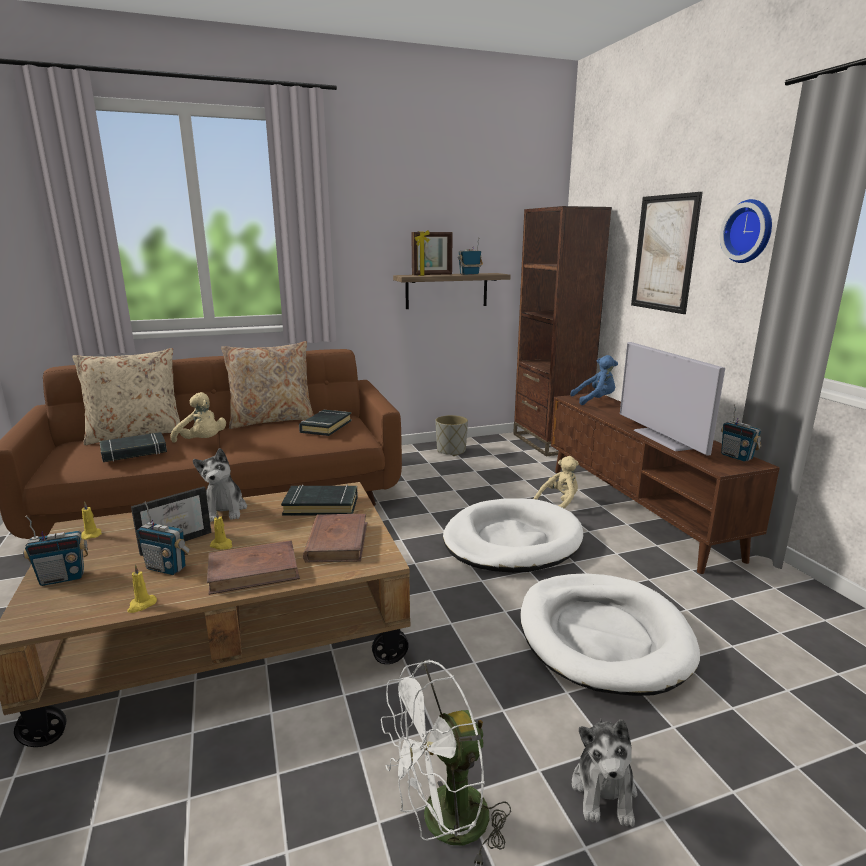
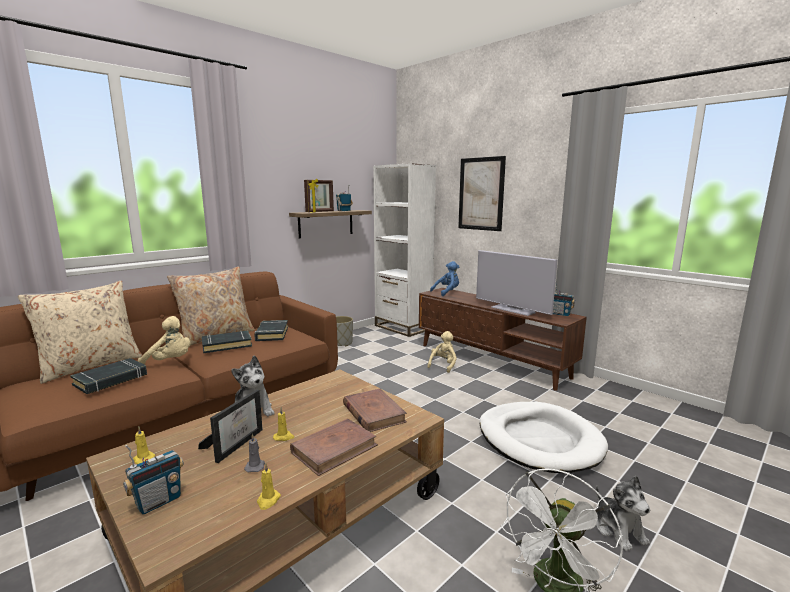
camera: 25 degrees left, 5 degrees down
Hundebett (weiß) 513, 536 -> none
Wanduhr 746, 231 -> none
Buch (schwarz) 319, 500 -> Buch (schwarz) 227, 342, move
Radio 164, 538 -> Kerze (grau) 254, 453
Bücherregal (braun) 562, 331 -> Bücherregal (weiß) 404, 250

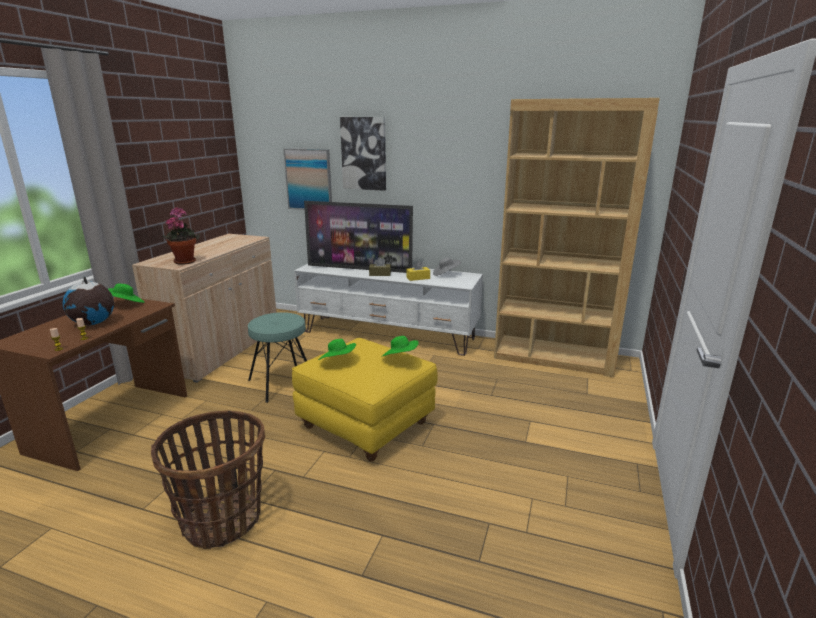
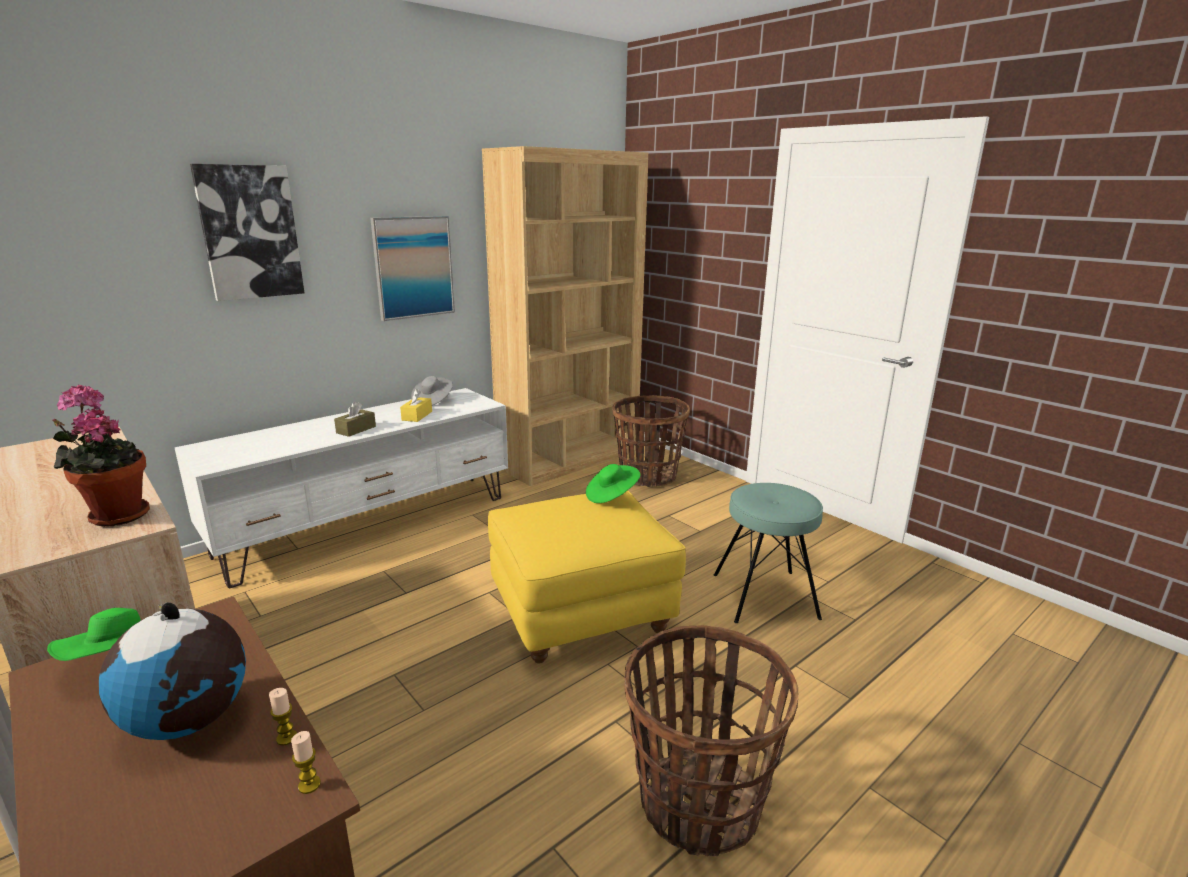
camera: 60 degrees left, 0 degrees up
Fernseher 358, 237 -> none
Hut (grün) 337, 349 -> none
none -> Korb 651, 441
Hocker (türkis) 277, 357 -> Hocker (türkis) 768, 553, move
Bild 307, 179 -> Bild 412, 268, move

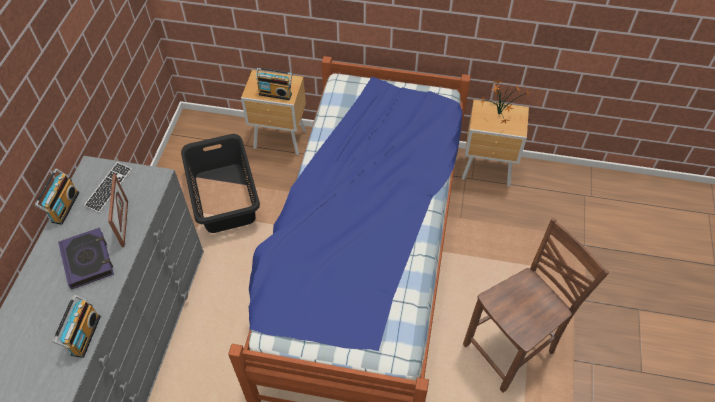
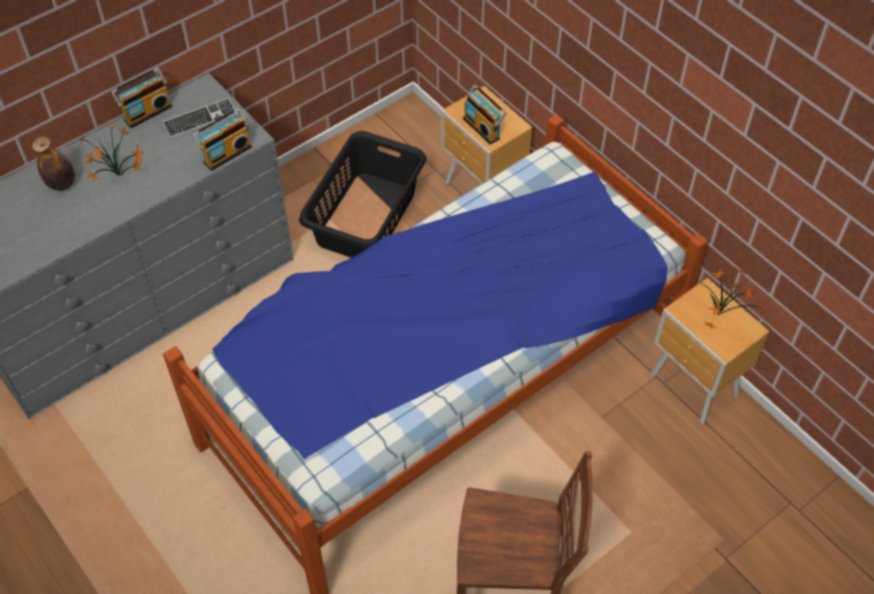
camera: 40 degrees right, 0 degrees up
Bilderrahmen 118, 210 -> none
none -> Flasche 53, 164
Radio 77, 326 -> Radio 222, 139, move
Buch 86, 259 -> Topfpflanze 112, 152

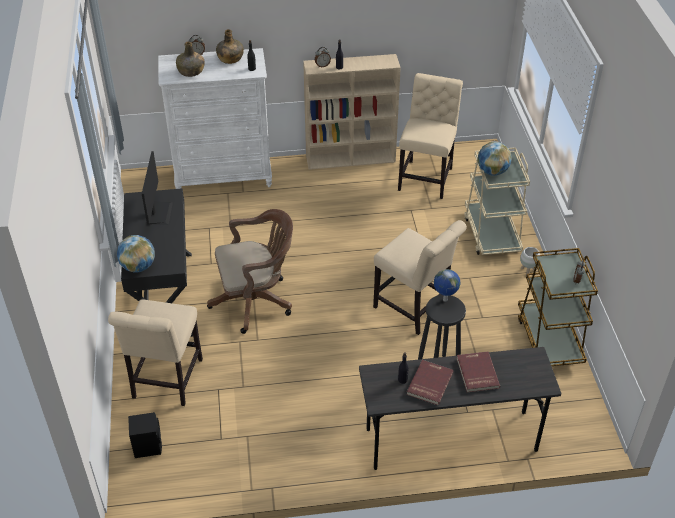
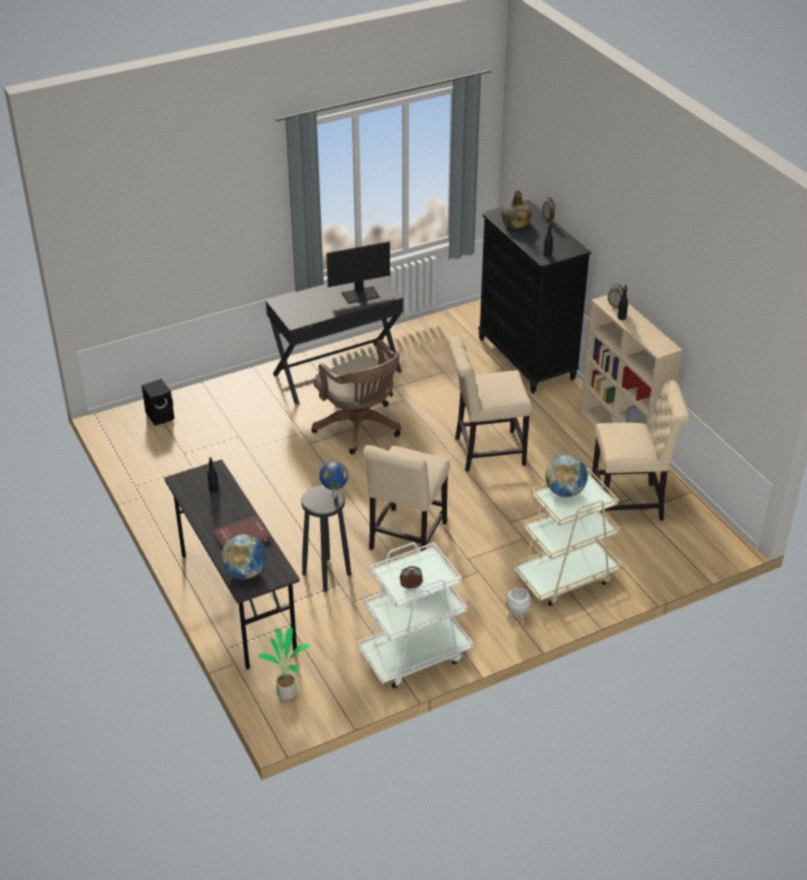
camera: 70 degrees right, 5 degrees down
Flasche (grün) 230, 46 -> none
Buch (rot) 430, 382 -> none
none -> Topfpflanze 284, 663
Stuhl (beige) 155, 352 -> Stuhl (beige) 490, 404, move
Globus 136, 254 -> Globus 243, 556, move
Kommode (weiß) 215, 118 -> Kommode (schwarz) 534, 297
Rollwagen (braun) 558, 307 -> Rollwagen (weiß) 415, 615

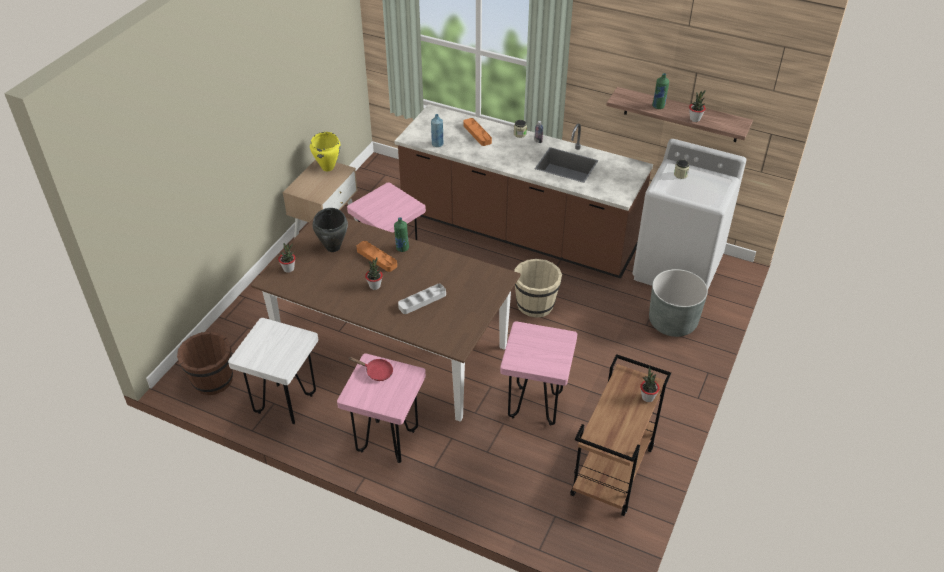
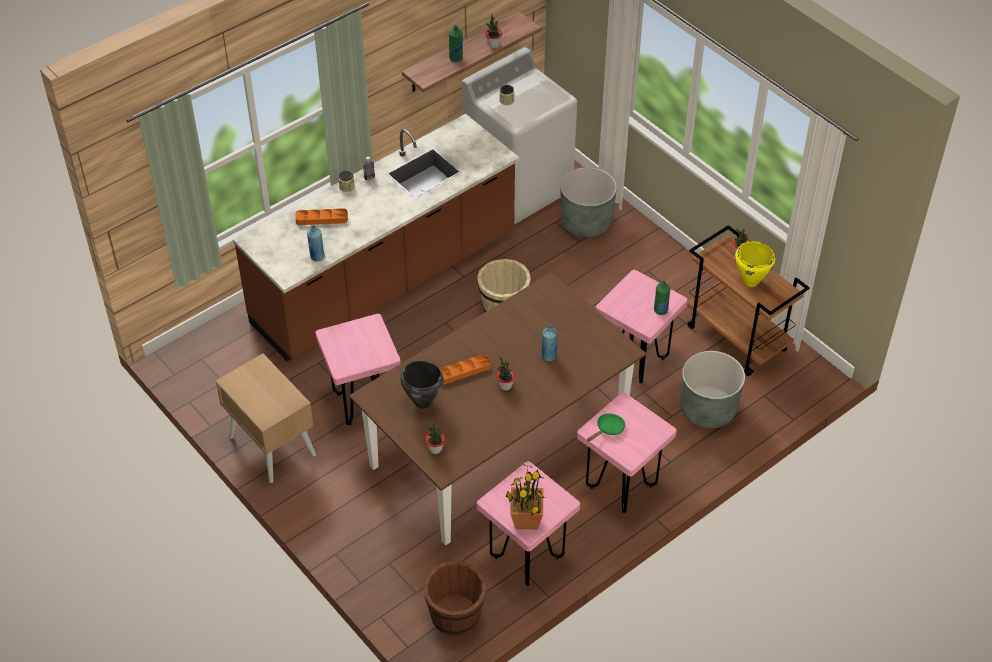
camera: 65 degrees left, 5 degrees up
none -> Topfpflanze 525, 497
none -> Pflanzkübel (grau) 712, 389
Kochtopf (gelb) 325, 151 -> Kochtopf (gelb) 755, 264, move
Flasche (grün) 401, 234 -> Flasche (grün) 662, 297, move
Tablett (grau) 422, 299 -> Flasche (blau) 549, 343
Hocker (weiß) 273, 371 -> Hocker (rosa) 528, 523
Pfanne (rot) 371, 369 -> Pfanne (grün) 606, 427

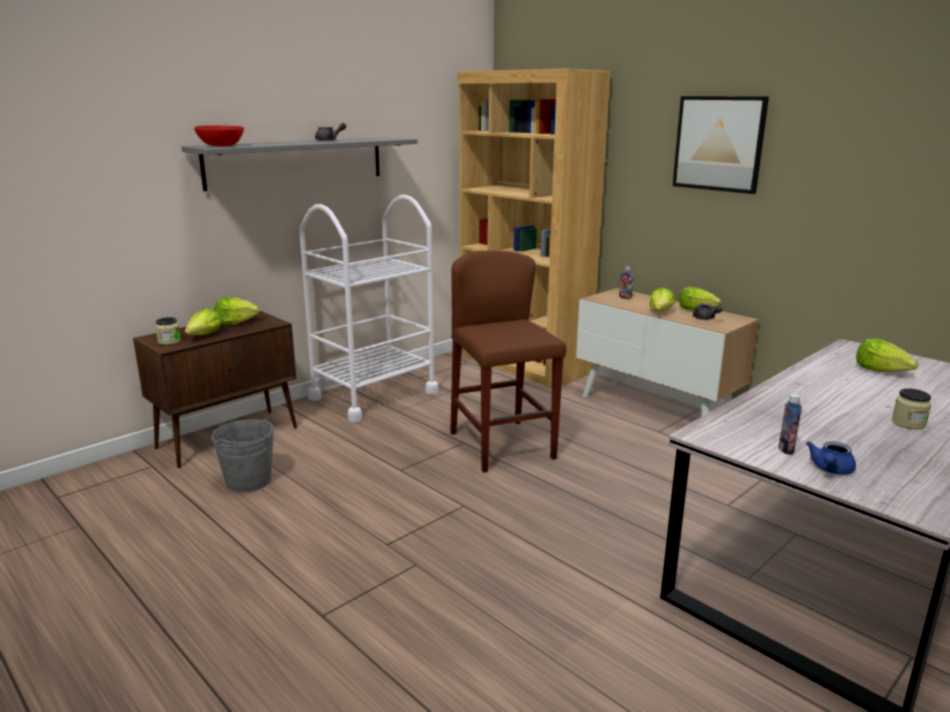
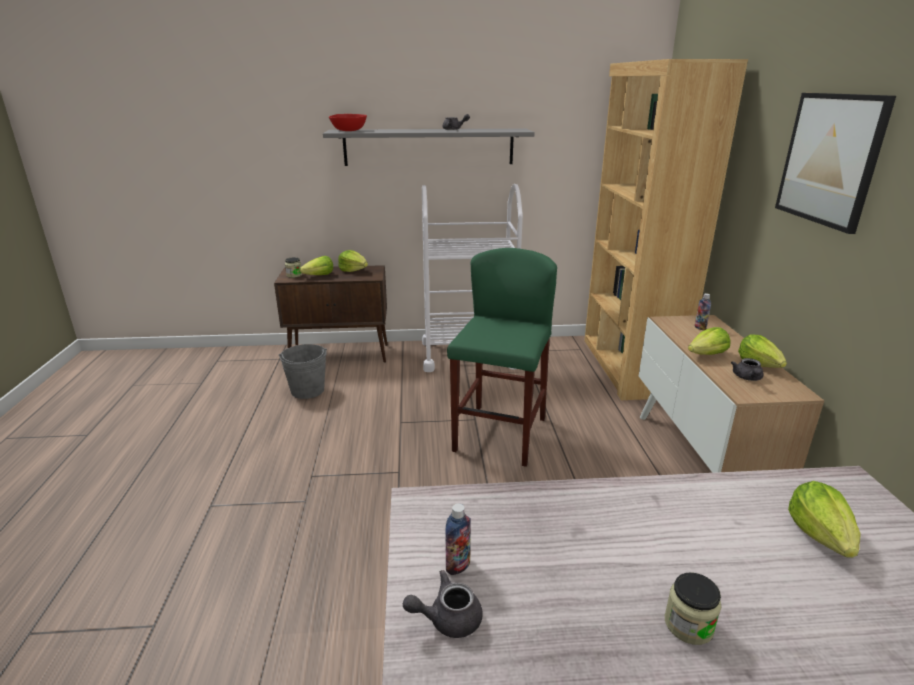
camera: 40 degrees right, 5 degrees up
Hocker (braun) 508, 361 -> Hocker (grün) 502, 357
Teekanne (blau) 831, 458 -> Teekanne (grau) 443, 604

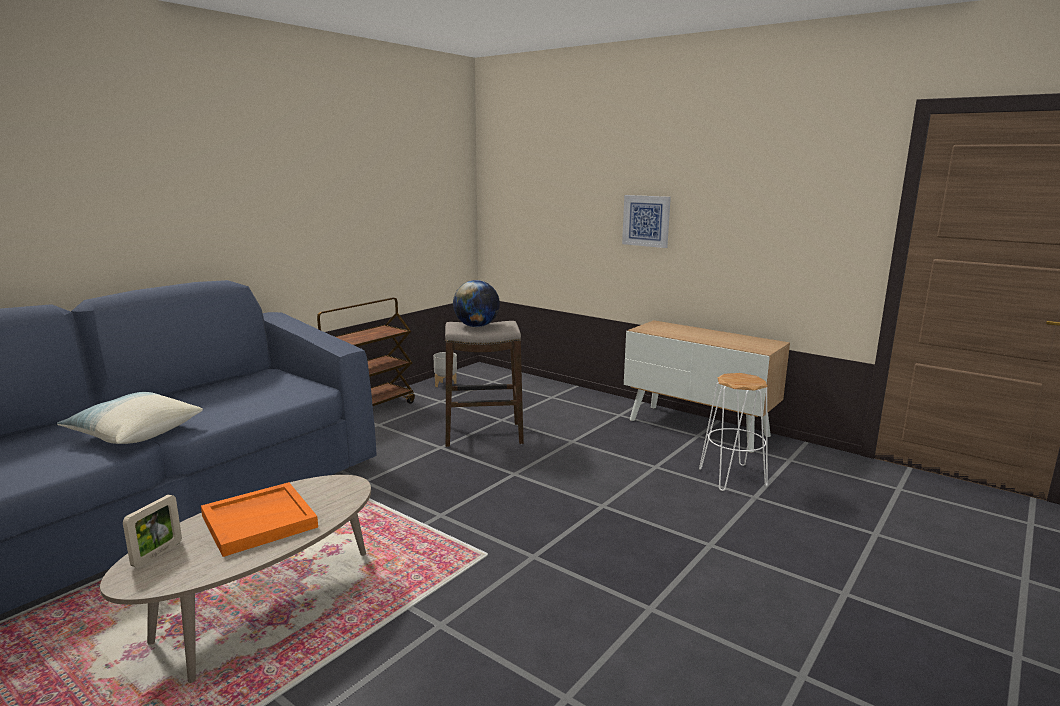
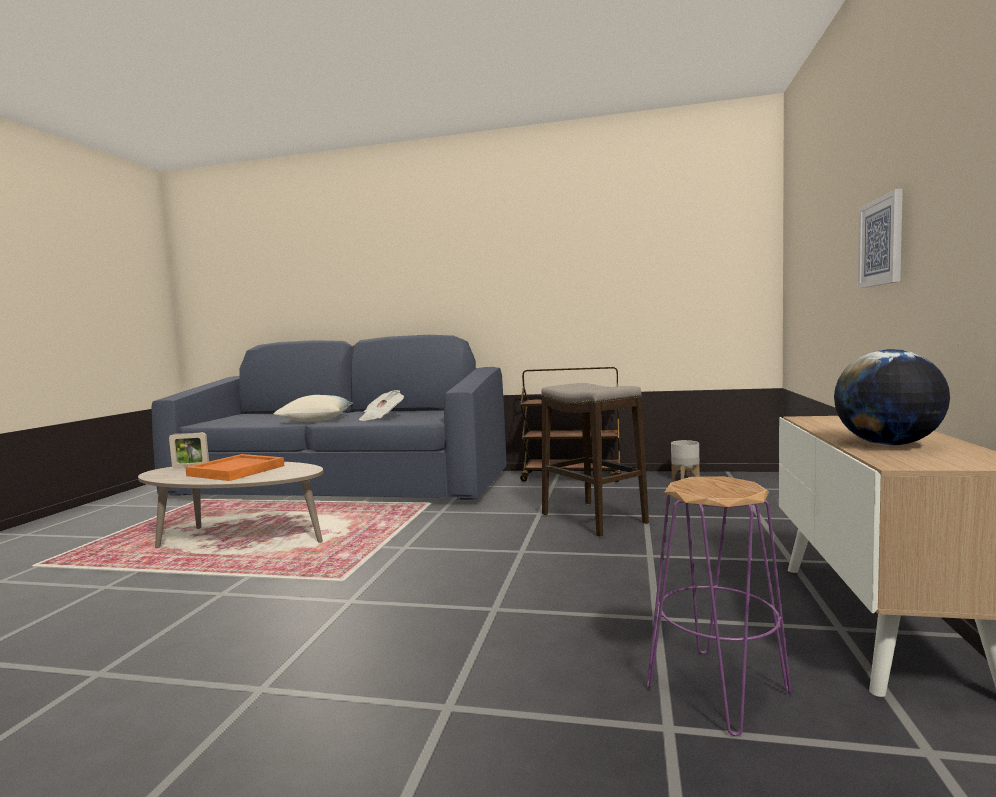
camera: 65 degrees right, 10 degrees down
none -> Zeitung 381, 405
Globus 476, 303 -> Globus 892, 397, move
Hocker (weiß) 733, 432 -> Hocker (lila) 719, 606

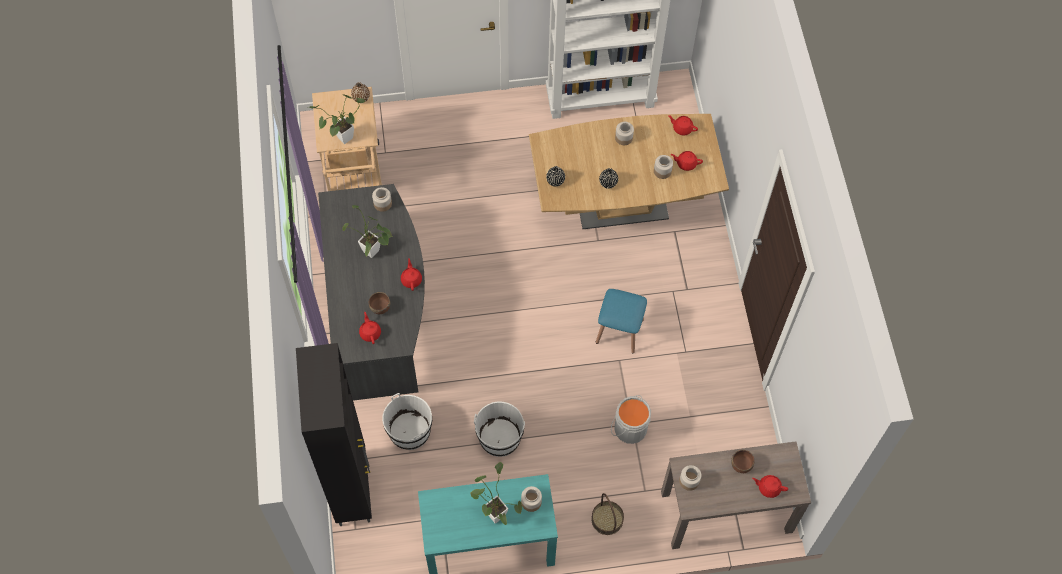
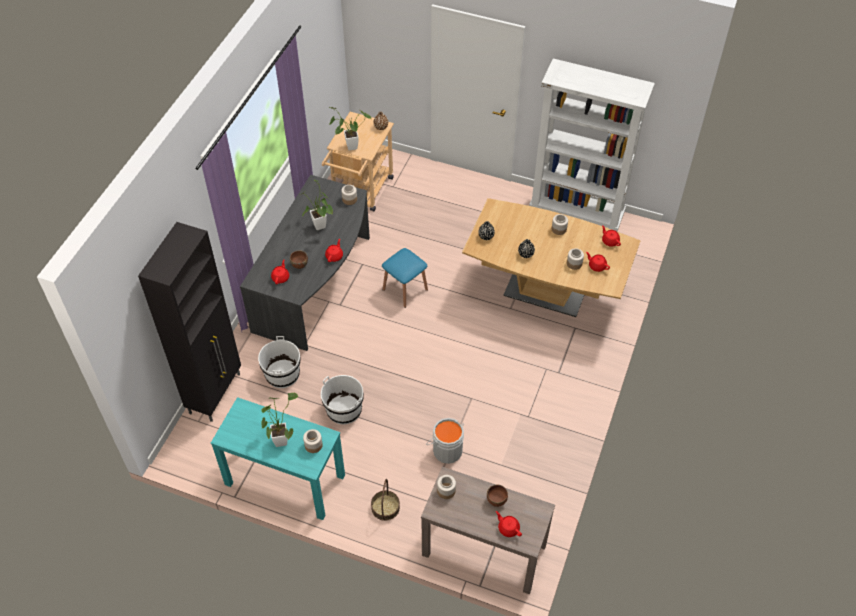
camera: 30 degrees right, 10 degrees down
Hocker (blau) 621, 321 -> Hocker (blau) 405, 278, move

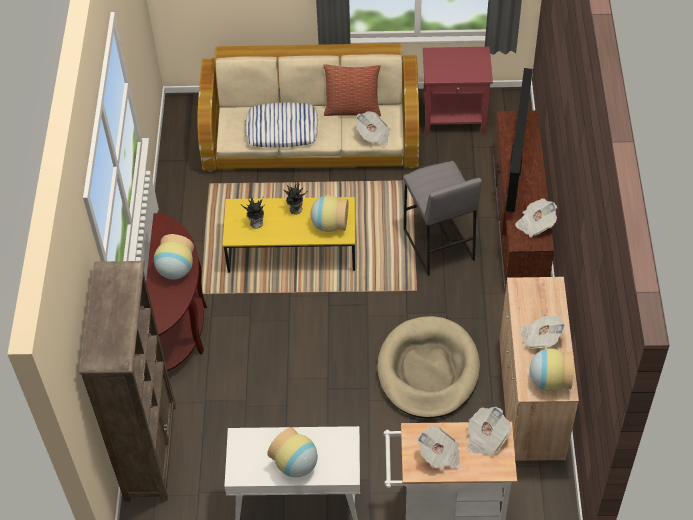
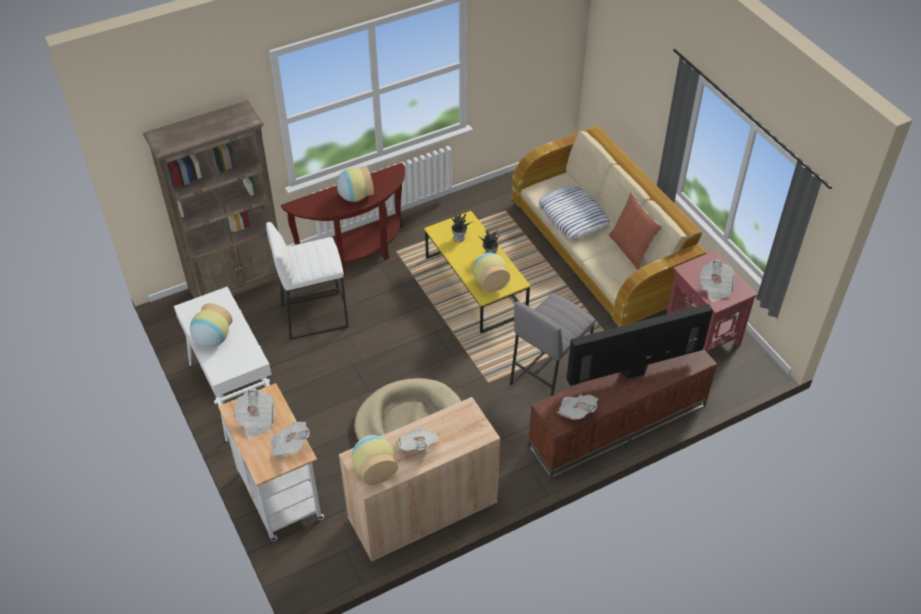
camera: 60 degrees right, 5 degrees down
none -> Hocker (weiß) 307, 281
Zeitung 373, 128 -> Zeitung 717, 280, move

